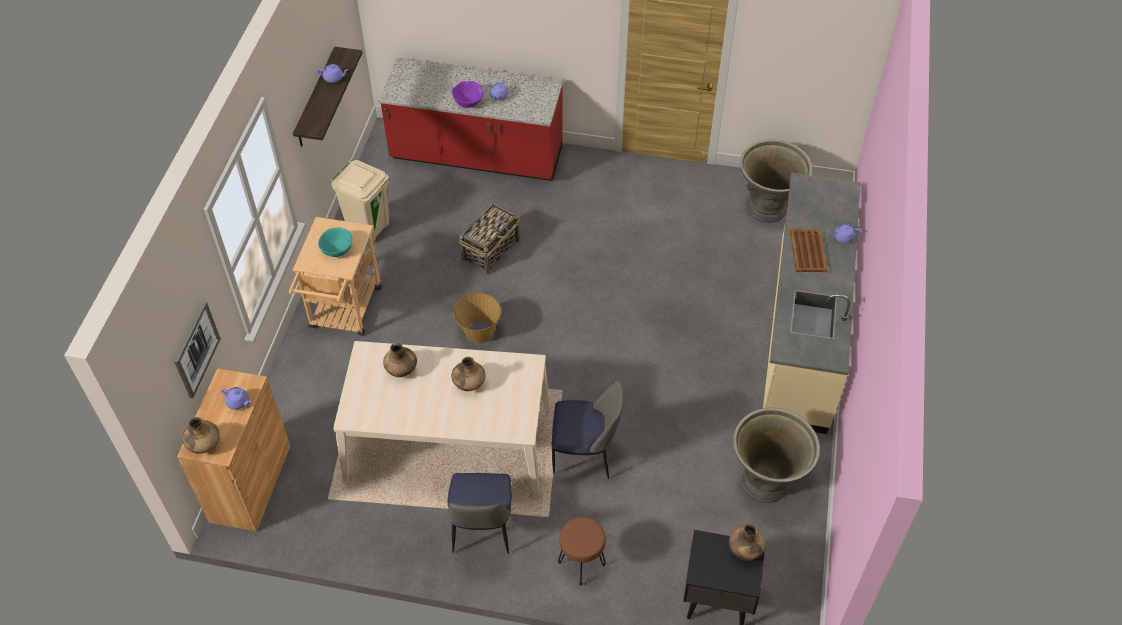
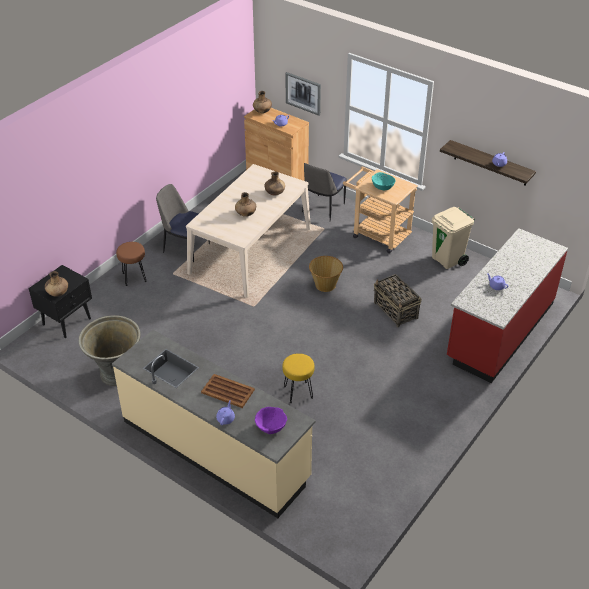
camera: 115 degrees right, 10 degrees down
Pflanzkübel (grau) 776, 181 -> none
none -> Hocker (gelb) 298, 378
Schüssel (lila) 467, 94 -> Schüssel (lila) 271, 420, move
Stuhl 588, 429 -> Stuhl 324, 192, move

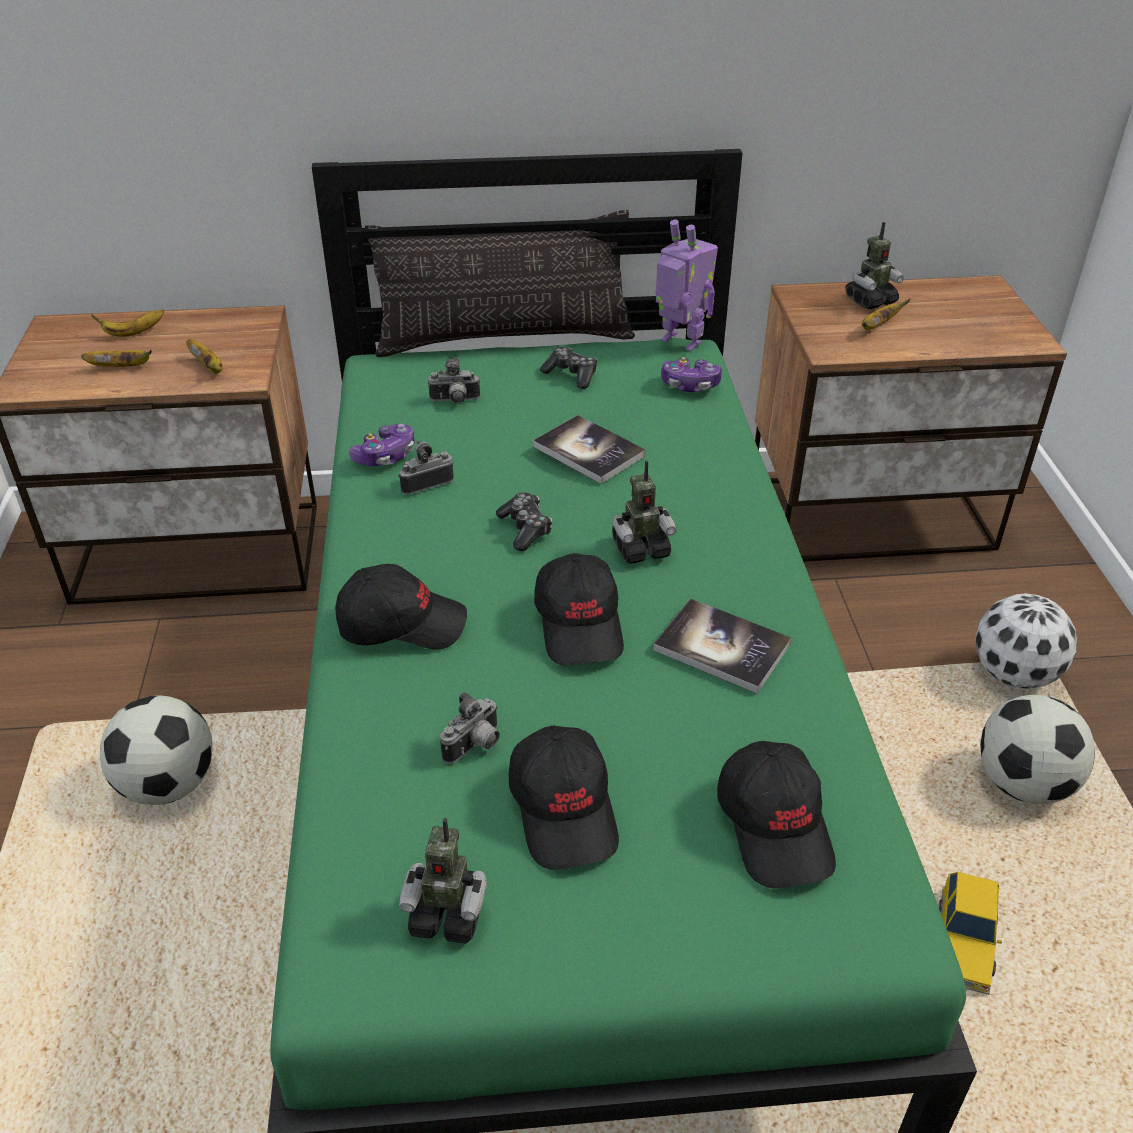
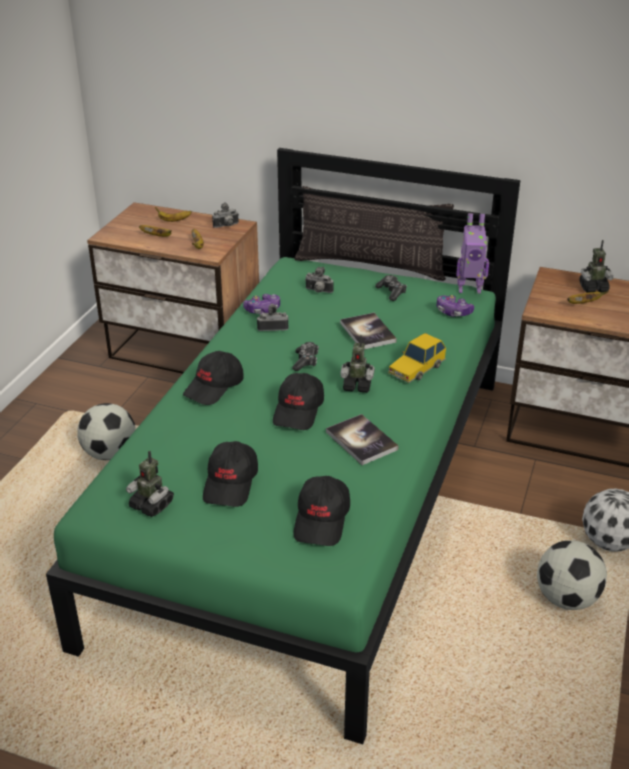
camera: 25 degrees right, 5 degrees down
Kamera 470, 728 -> Kamera 225, 215, move
Spielzeugauto 970, 933 -> Spielzeugauto 417, 358, move
Kappe (schwarz) 401, 607 -> Kappe (schwarz) 213, 378, 105 degrees clockwise
Spielzeugroboter 686, 285 -> Spielzeugroboter 472, 253, 120 degrees clockwise

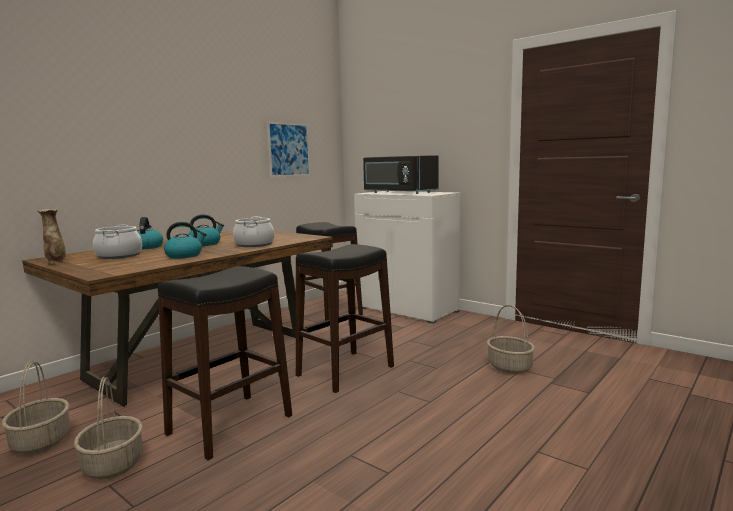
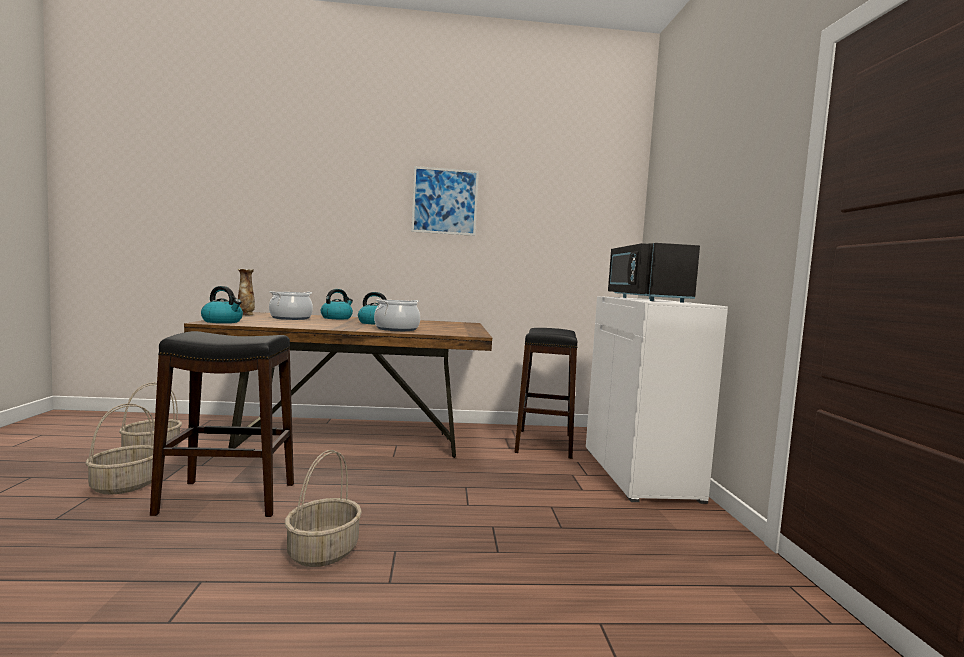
camera: 45 degrees right, 5 degrees down
Hocker (schwarz) 345, 318 -> none
Wasserkessel 185, 240 -> Wasserkessel 222, 304, move
Bild 288, 149 -> Bild 445, 201, move
Korb 511, 339 -> Korb 323, 508, move

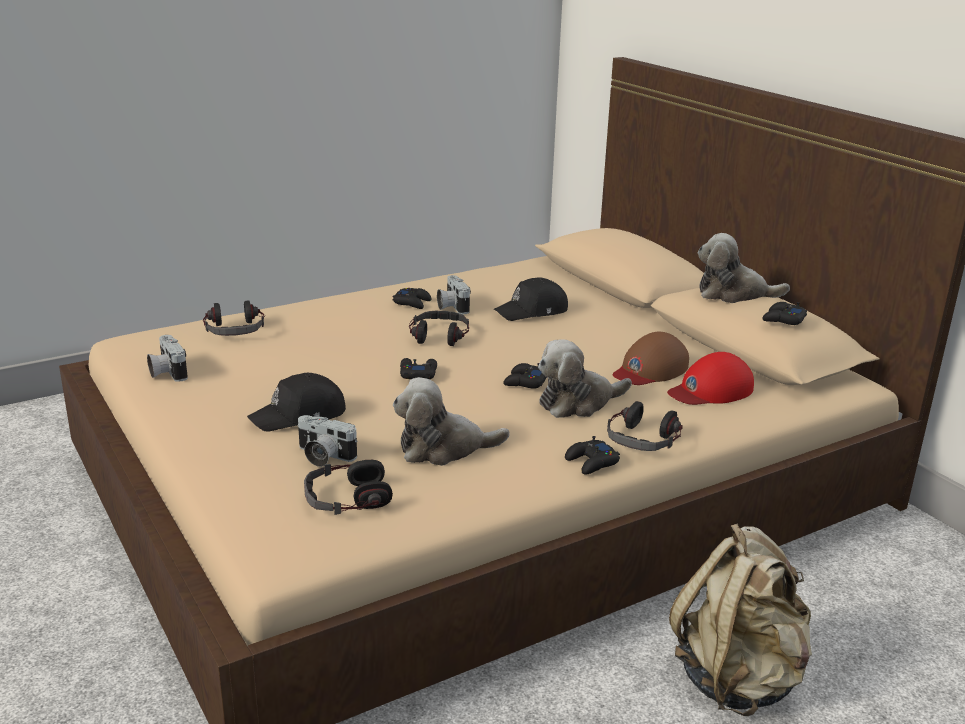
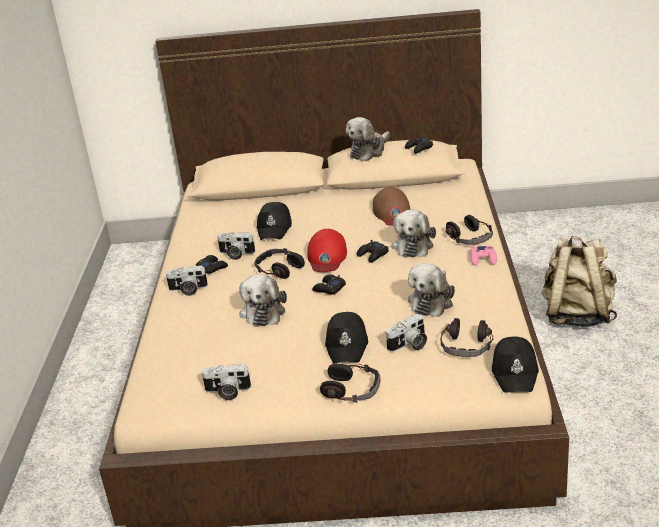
camera: 55 degrees left, 5 degrees up
none -> Kamera 186, 280
none -> Plüschtier 263, 300
none -> Kappe (schwarz) 515, 365
Kopfhörer 234, 318 -> Kopfhörer 350, 383, move
Kappe (rot) 710, 378 -> Kappe (rot) 327, 250, move
Gamepad (schwarz) 592, 455 -> Gamepad (rosa) 483, 256

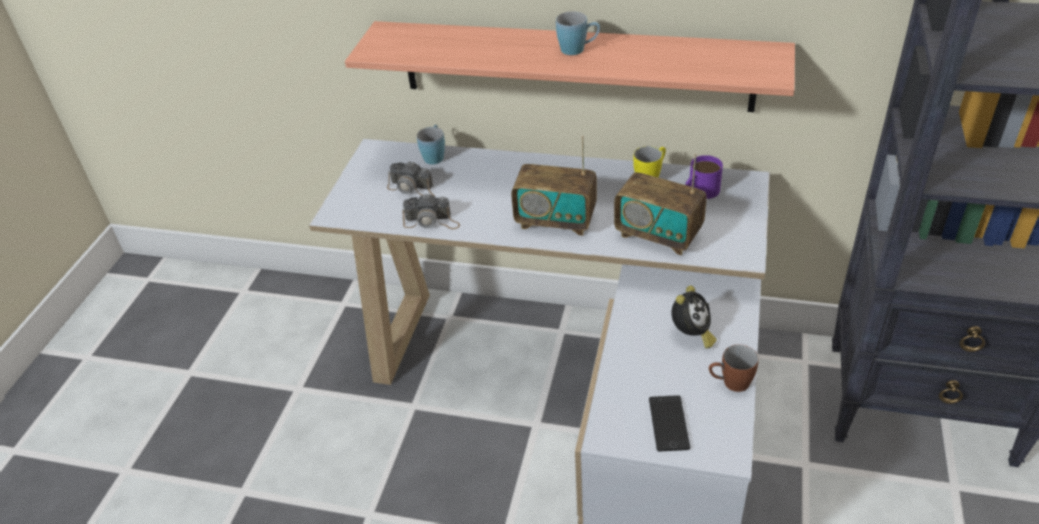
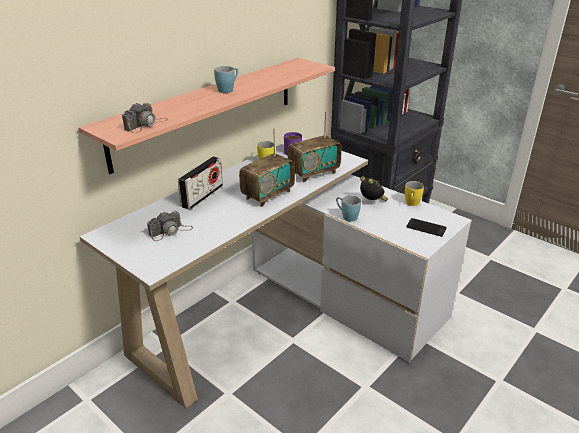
camera: 65 degrees left, 10 degrees down
none -> Radio 200, 183
Kamera 431, 211 -> Kamera 145, 118, move
Henkelbecher (blau) 431, 145 -> Henkelbecher (blau) 348, 208, move
Henkelbecher (braun) 734, 368 -> Henkelbecher (gelb) 414, 193

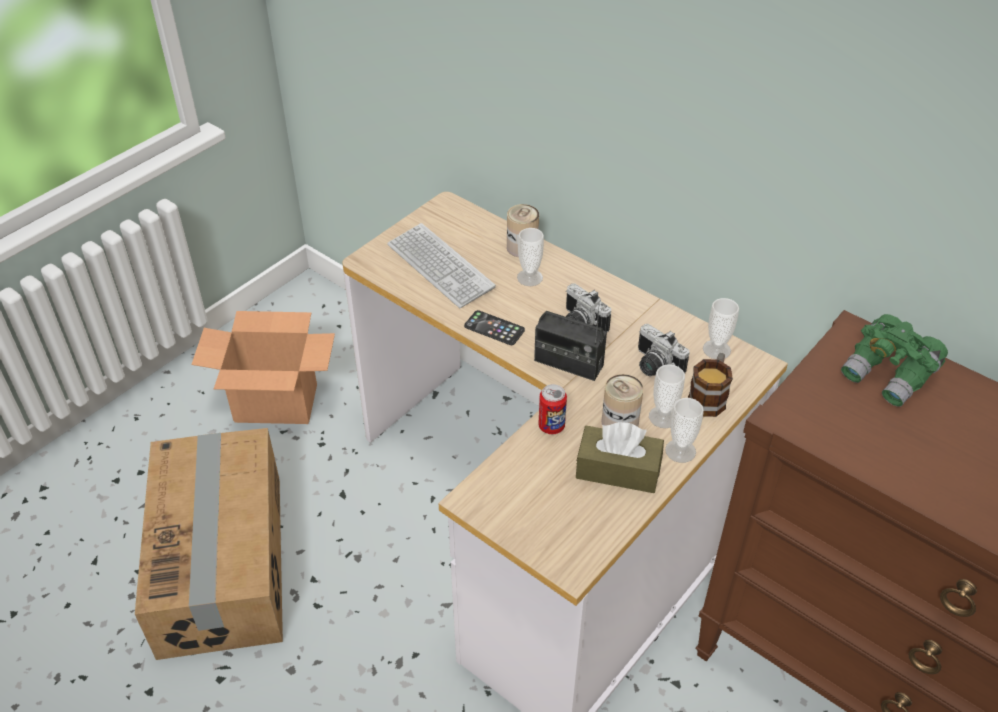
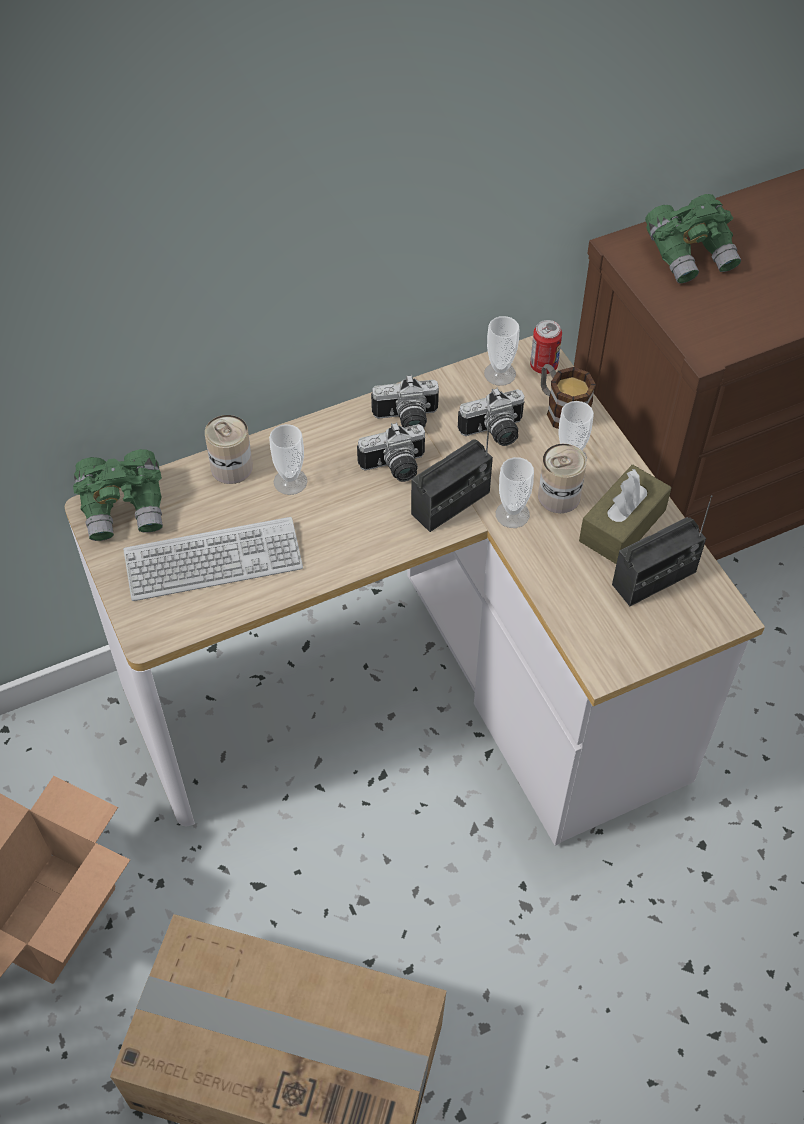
camera: 65 degrees left, 10 degrees up
Handy 494, 327 -> none
none -> Fernglas (grün) 118, 495
none -> Kamera 405, 401
none -> Radio 662, 550
Dose 553, 409 -> Dose 546, 347, move
Tasse 684, 430 -> Tasse 515, 492, move

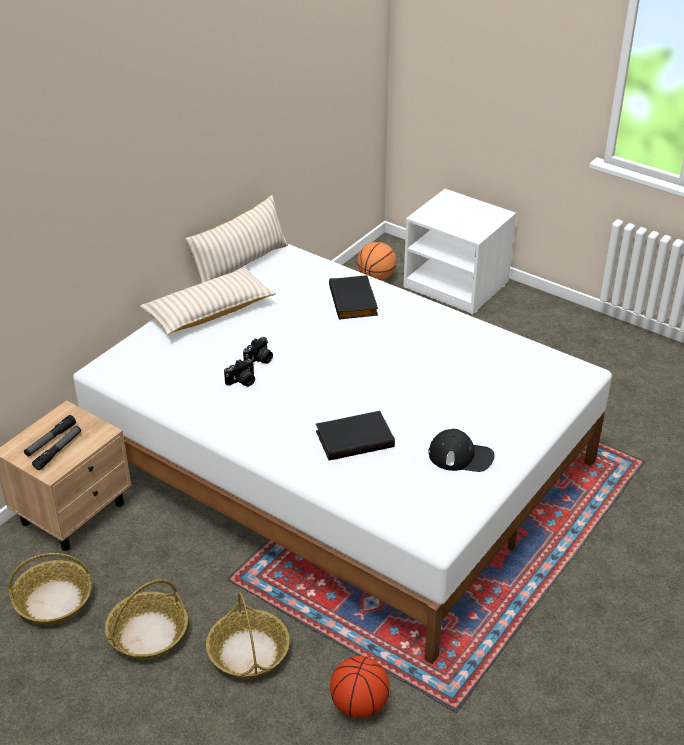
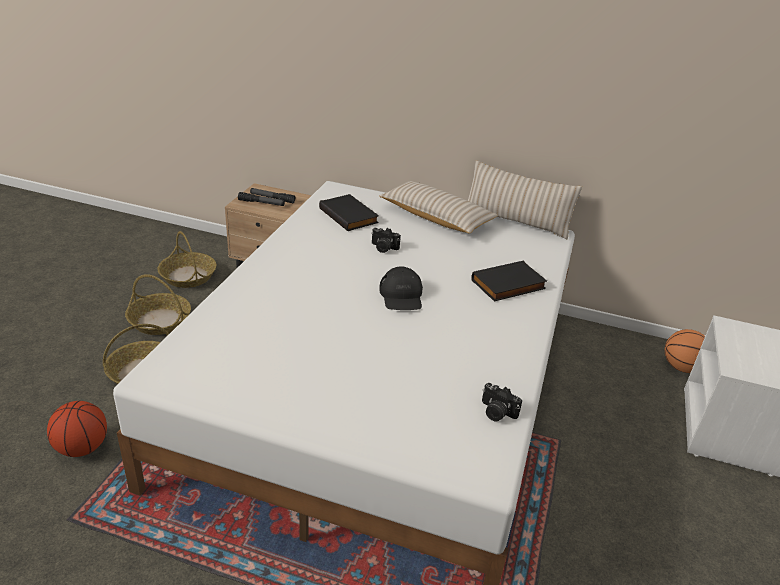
camera: 70 degrees right, 5 degrees down
Kamera 239, 372 -> Kamera 502, 402, move
Buch (schwarz) 355, 435 -> Buch (schwarz) 349, 212, move
Kappe (schwarz) 461, 450 -> Kappe (schwarz) 401, 288, move

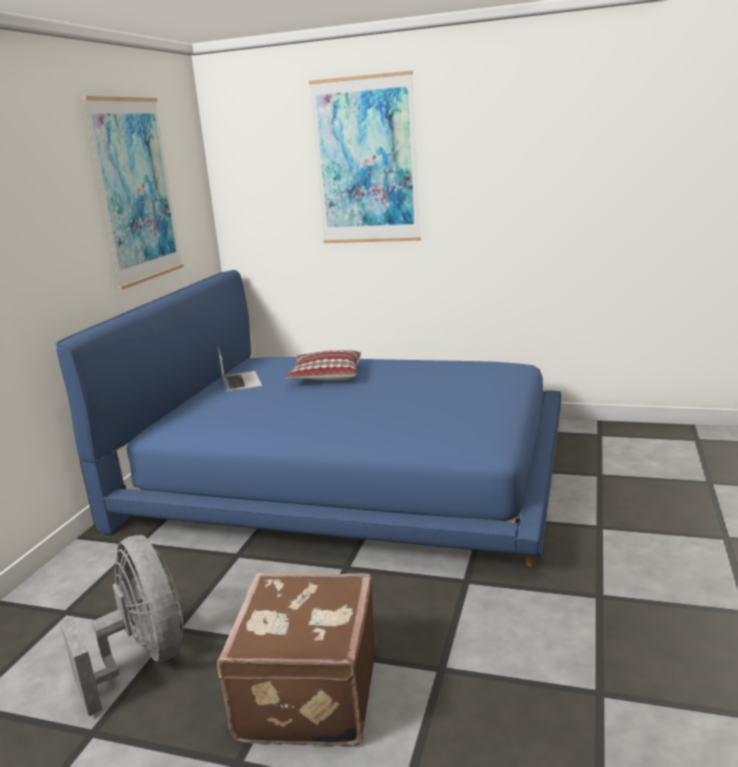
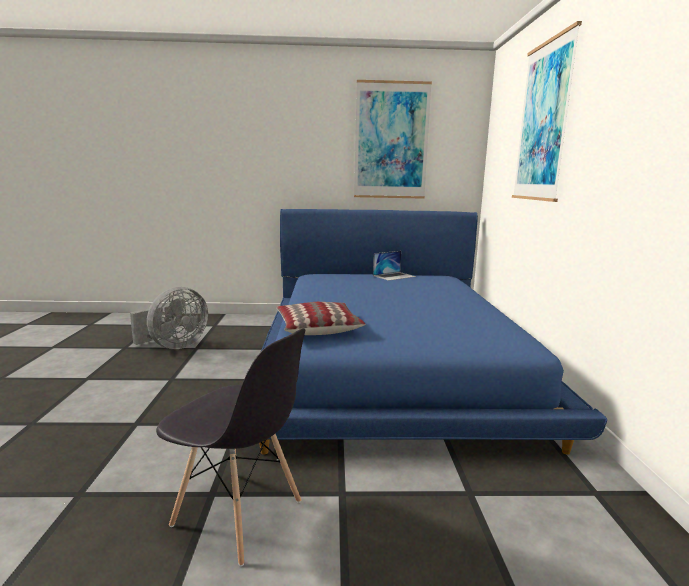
camera: 70 degrees right, 5 degrees down
Koffer (braun) 296, 659 -> none
none -> Stuhl (grau) 230, 447
Kissen 323, 365 -> Kissen 321, 318, move

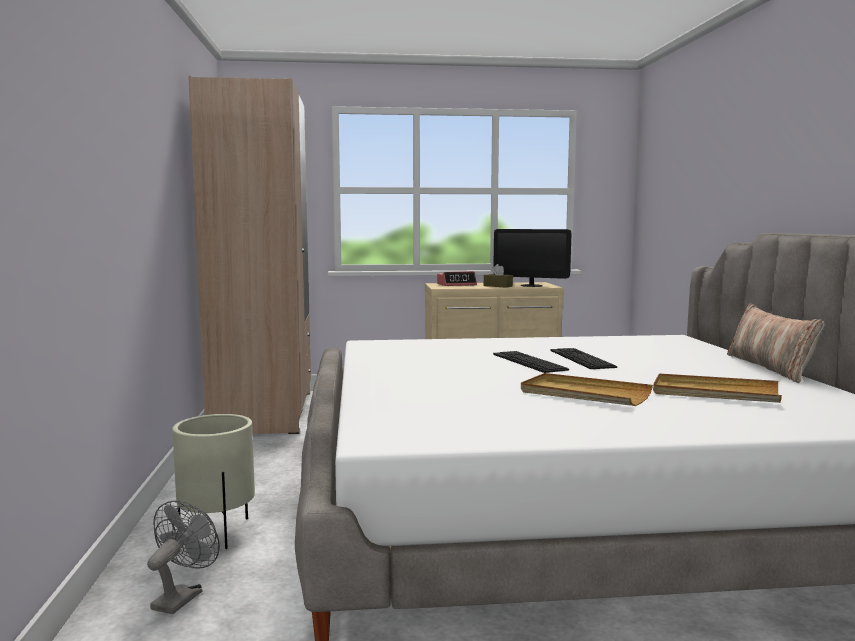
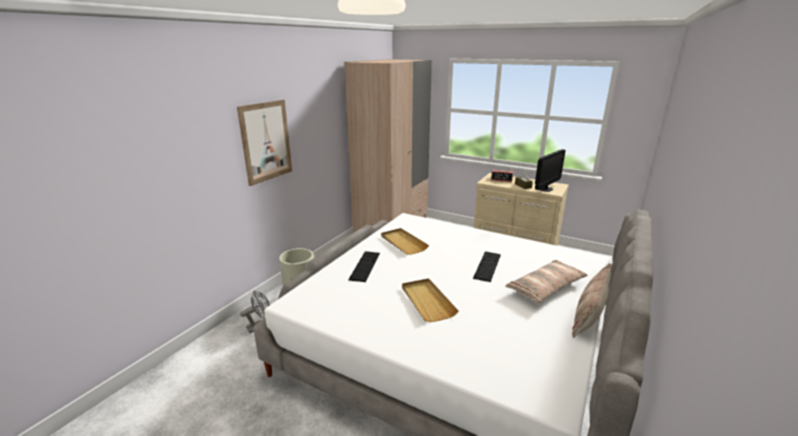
camera: 35 degrees right, 15 degrees up
none -> Bild 264, 143
none -> Kissen 546, 281
Tastatur 531, 362 -> Tastatur 364, 266, move
Tablett (beige) 717, 388 -> Tablett (beige) 405, 241, move
Monitor 532, 258 -> Monitor 550, 170, 105 degrees counterclockwise

